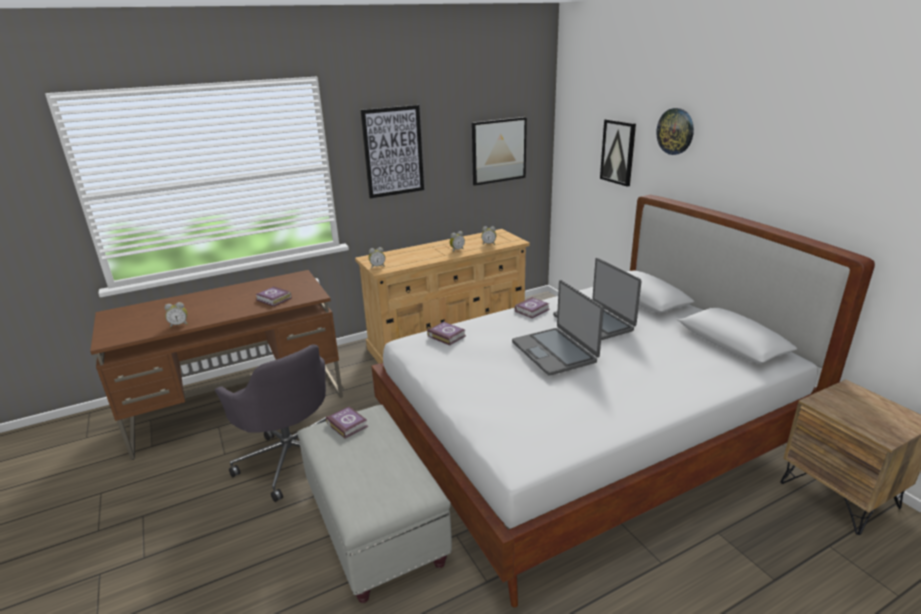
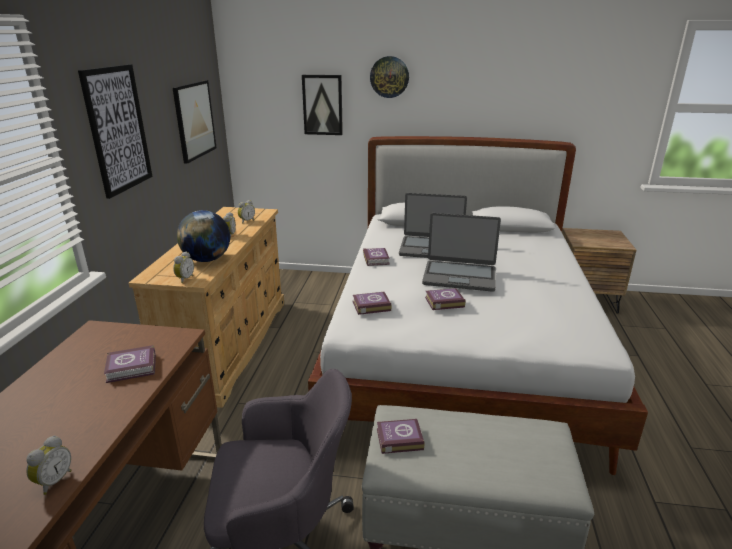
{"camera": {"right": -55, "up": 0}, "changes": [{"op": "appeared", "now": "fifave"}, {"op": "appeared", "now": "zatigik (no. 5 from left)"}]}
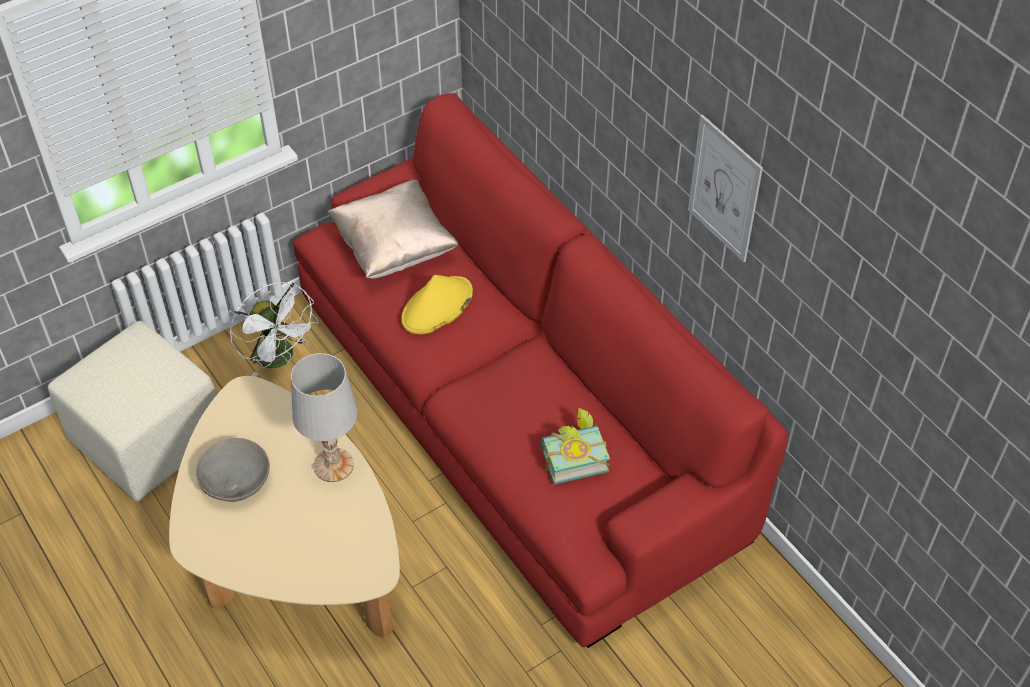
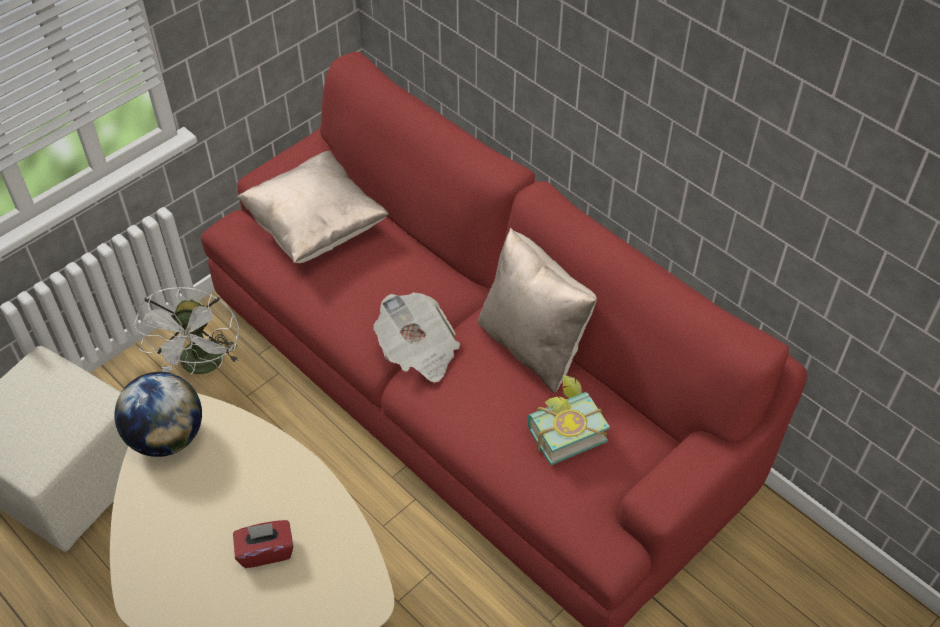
{"camera": {"right": -10, "up": 0}, "changes": [{"op": "appeared", "now": "fifave"}, {"op": "spun", "was": "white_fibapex", "clockwise": 45}, {"op": "appeared", "now": "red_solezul"}, {"op": "appeared", "now": "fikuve"}, {"op": "appeared", "now": "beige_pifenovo (no. 2 from left)"}, {"op": "missing", "was": "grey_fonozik"}, {"op": "missing", "was": "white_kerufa"}, {"op": "missing", "was": "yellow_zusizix"}, {"op": "missing", "was": "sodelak"}]}
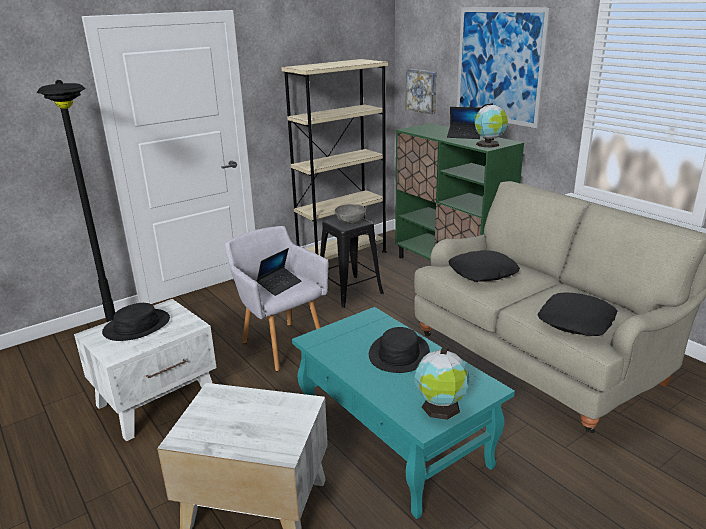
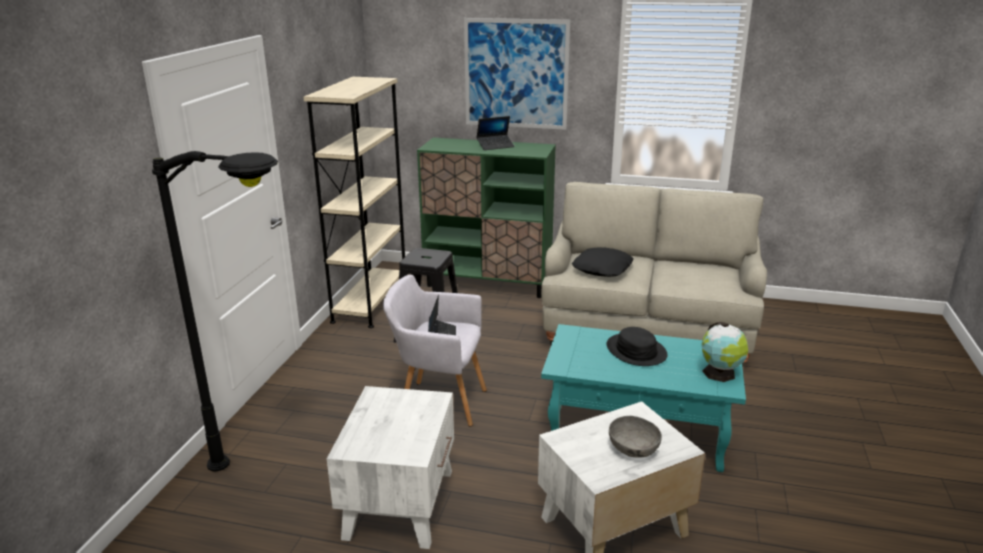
{"camera": {"right": -40, "up": 0}, "changes": [{"op": "relocated", "was": "grey_fonozik"}, {"op": "missing", "was": "black_zusizix (no. 1 from left)"}, {"op": "missing", "was": "sodelak (no. 1 from left)"}, {"op": "missing", "was": "fifave (no. 2 from left)"}, {"op": "missing", "was": "black_pifenovo (no. 2 from left)"}]}
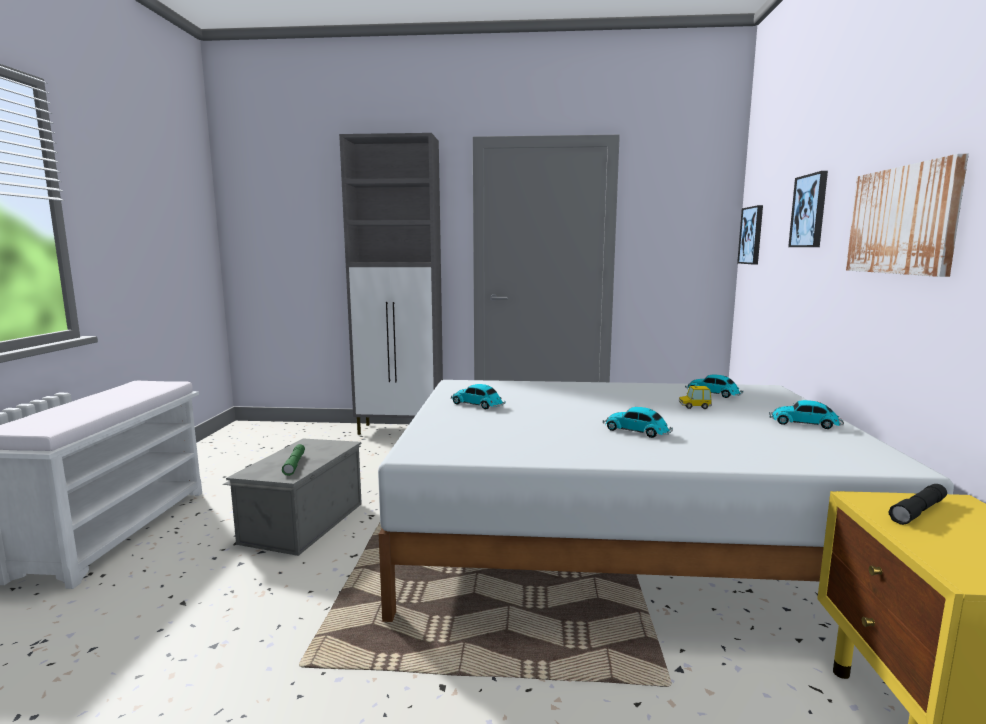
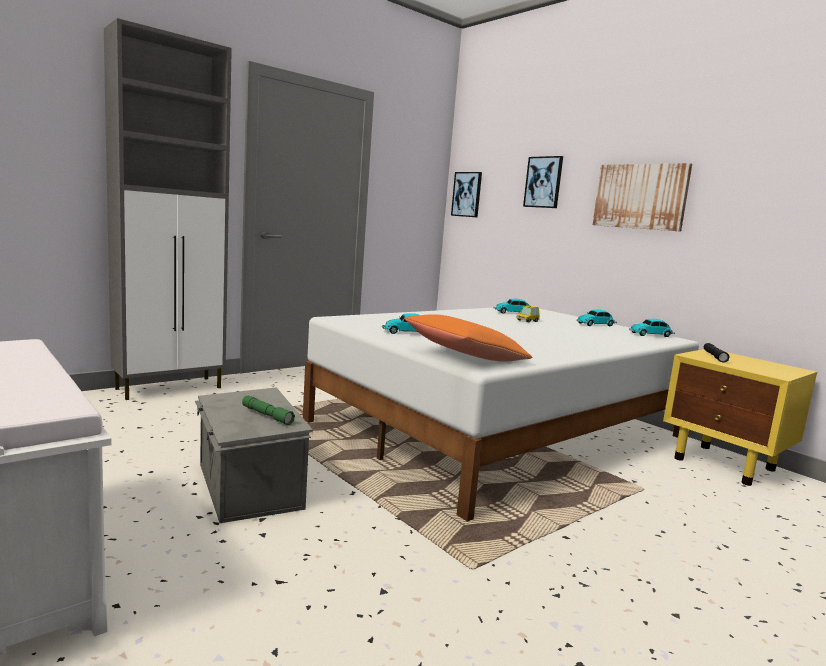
{"camera": {"right": -45, "up": 0}, "changes": [{"op": "appeared", "now": "orange_pifenovo"}, {"op": "relocated", "was": "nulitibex (no. 2 from left in the first image)", "now": "nulitibex (no. 5 from left)"}]}
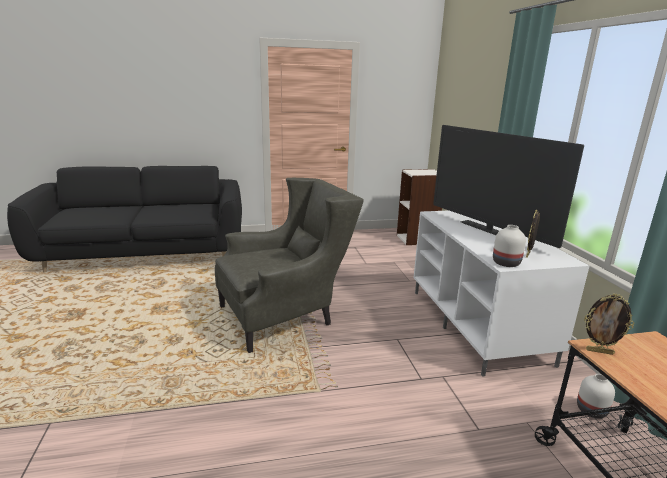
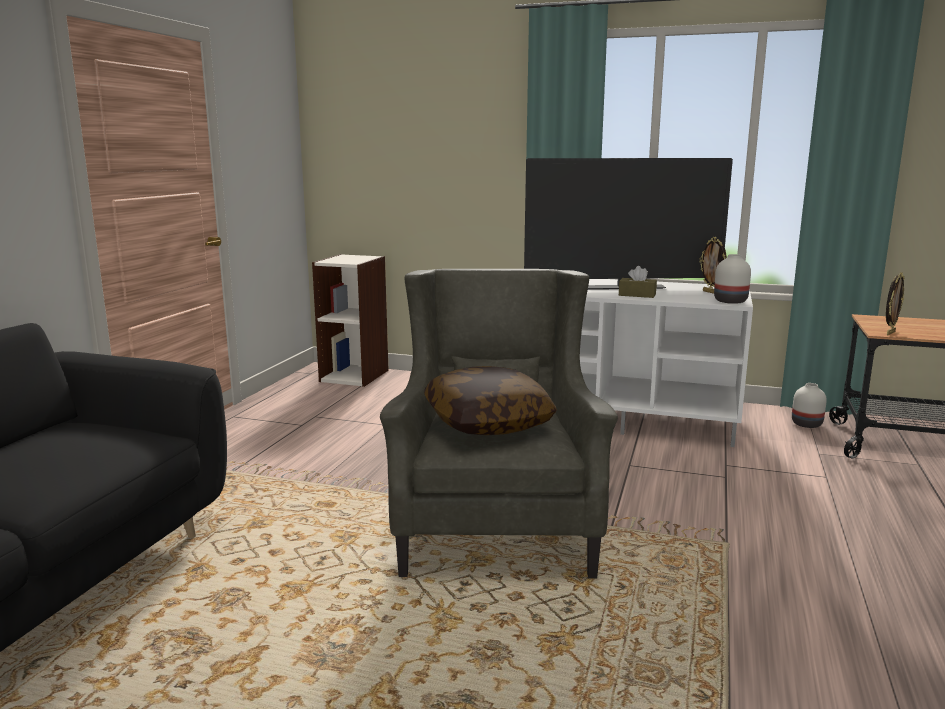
{"camera": {"right": -60, "up": -5}, "changes": [{"op": "appeared", "now": "pifenovo"}, {"op": "appeared", "now": "brown_solezul"}]}
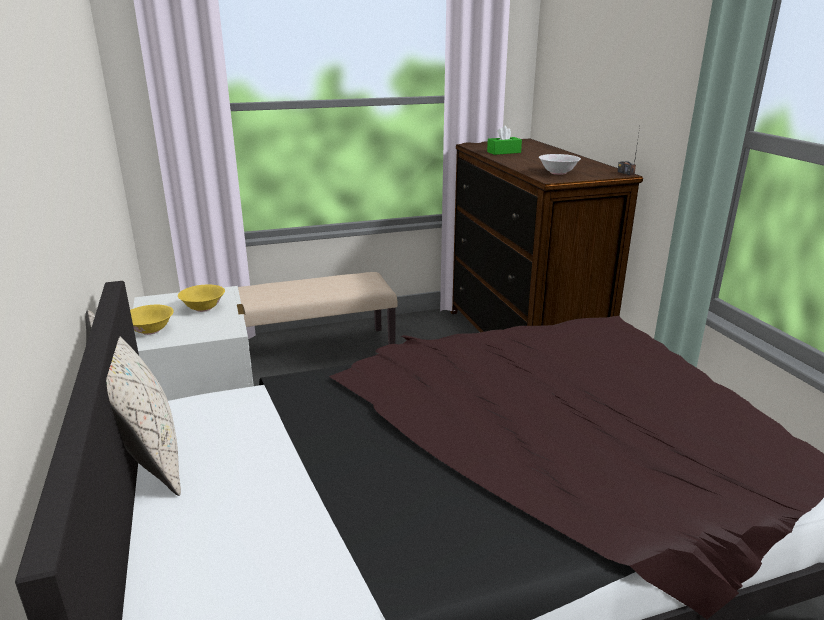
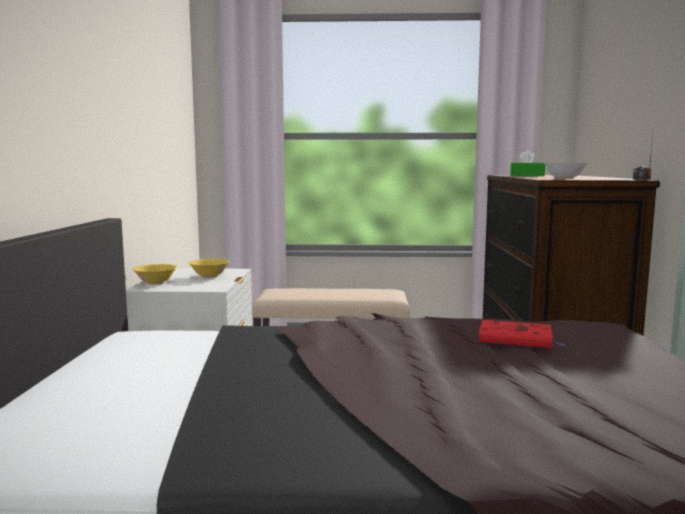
{"camera": {"right": 20, "up": -15}, "changes": [{"op": "appeared", "now": "red_zatigik"}, {"op": "missing", "was": "beige_pifenovo"}]}
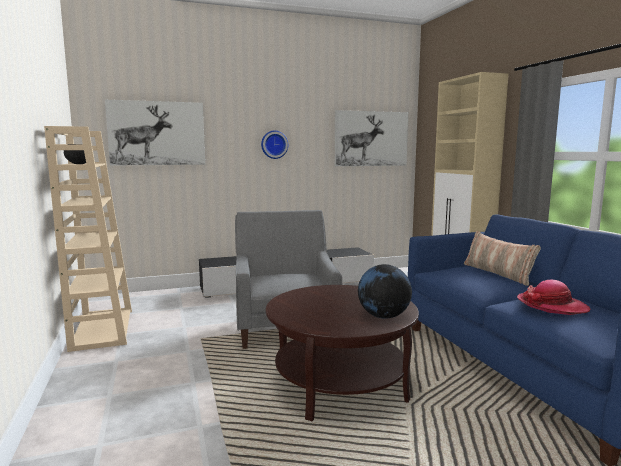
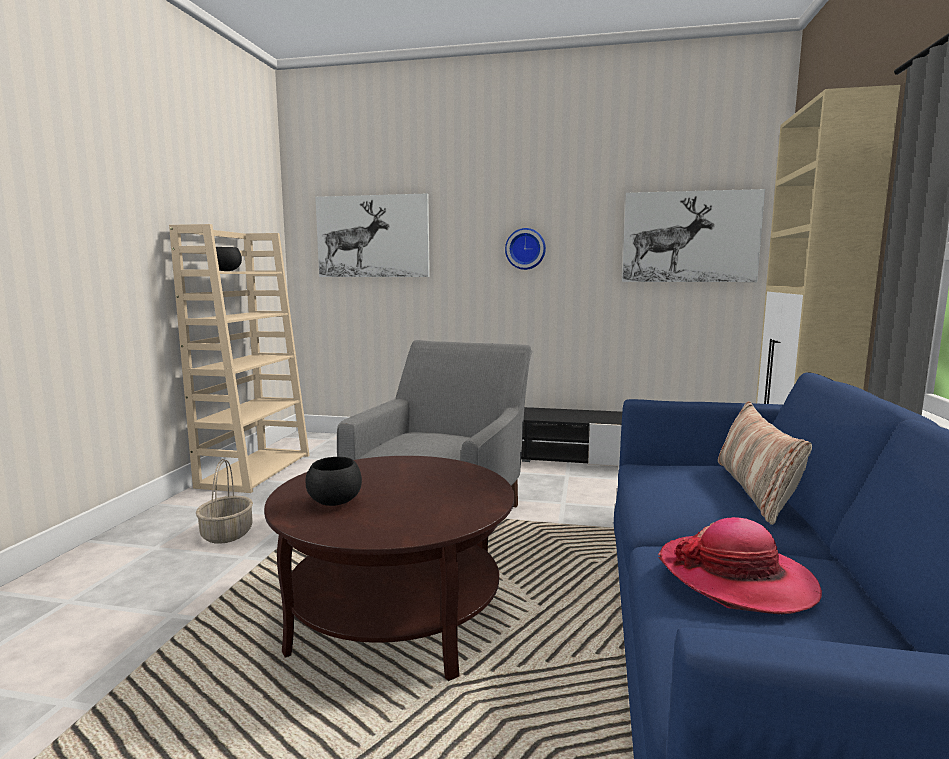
{"camera": {"right": 30, "up": 0}, "changes": [{"op": "appeared", "now": "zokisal"}, {"op": "appeared", "now": "black_fonozik (no. 2 from left)"}, {"op": "missing", "was": "fifave"}]}
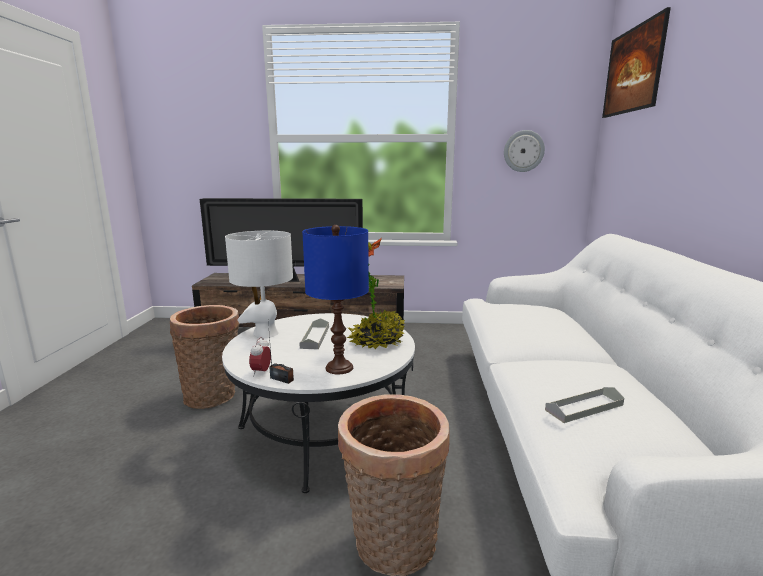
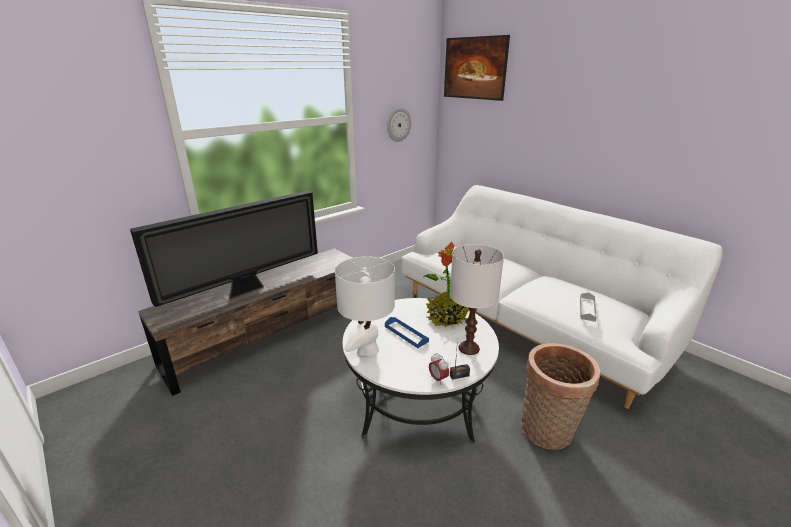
{"camera": {"right": -45, "up": 10}, "changes": [{"op": "colour", "was": "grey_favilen (no. 1 from left)", "now": "blue_favilen"}, {"op": "colour", "was": "blue_kerufa", "now": "white_kerufa (no. 2 from left)"}, {"op": "missing", "was": "zokisal (no. 1 from left)"}]}
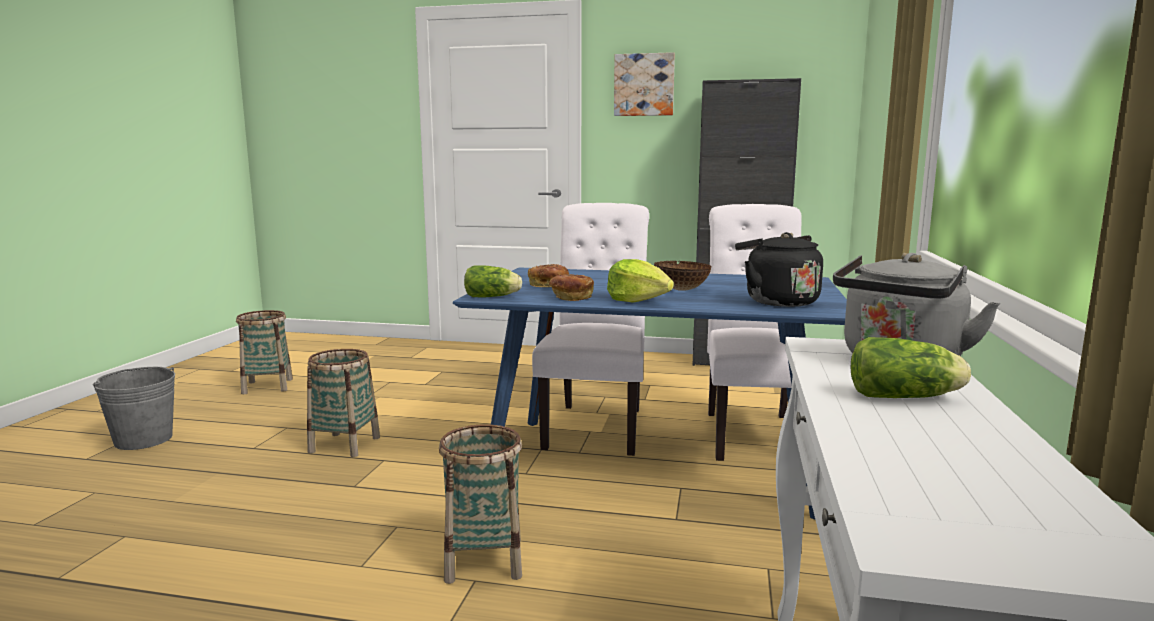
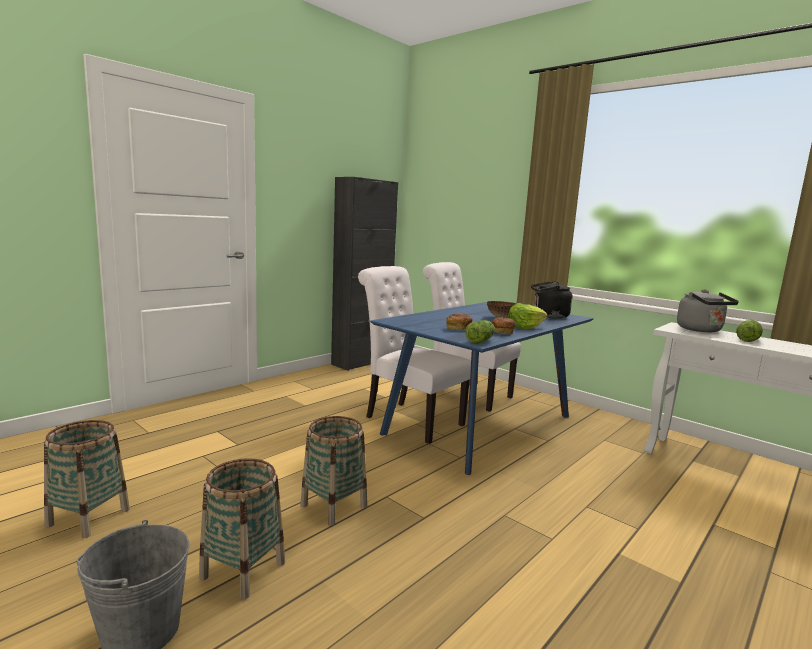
{"camera": {"right": -60, "up": 0}, "changes": [{"op": "relocated", "was": "zokisal (no. 3 from left in the first image)", "now": "zokisal (no. 2 from left)"}, {"op": "missing", "was": "sodelak"}]}
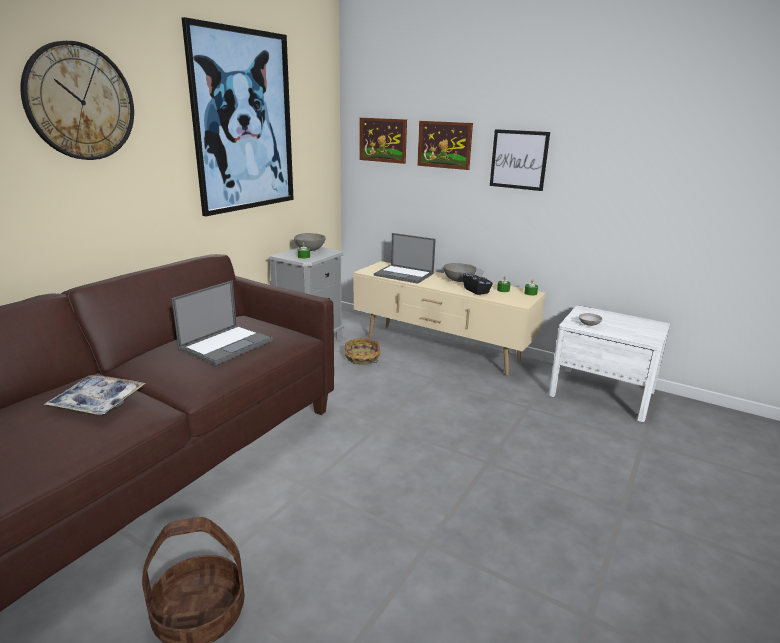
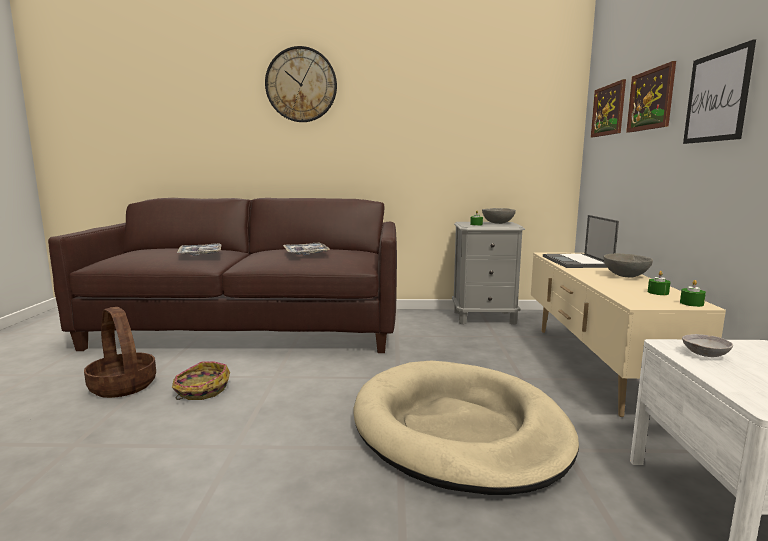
{"camera": {"right": 60, "up": -10}, "changes": [{"op": "relocated", "was": "zokisal (no. 2 from left)"}, {"op": "exchanged", "was": "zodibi (no. 1 from left)", "now": "favilen (no. 2 from left)"}, {"op": "appeared", "now": "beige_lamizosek"}, {"op": "missing", "was": "sodelak (no. 1 from left)"}, {"op": "missing", "was": "black_solezul"}]}
